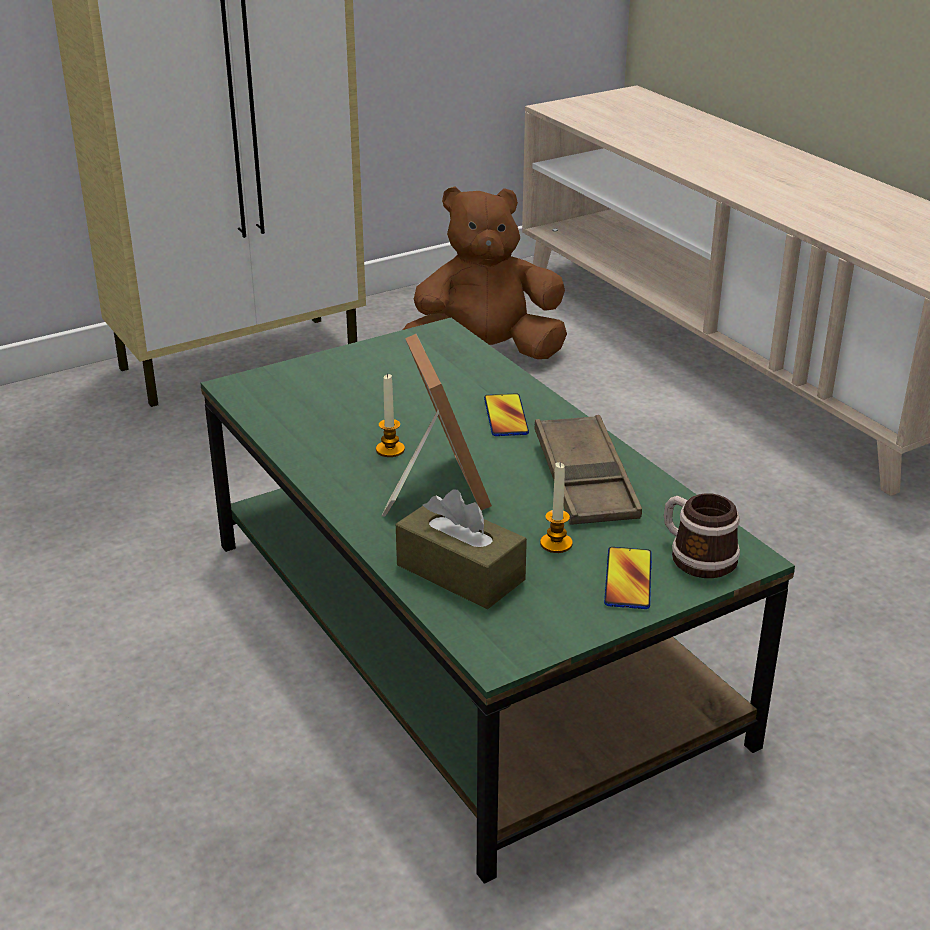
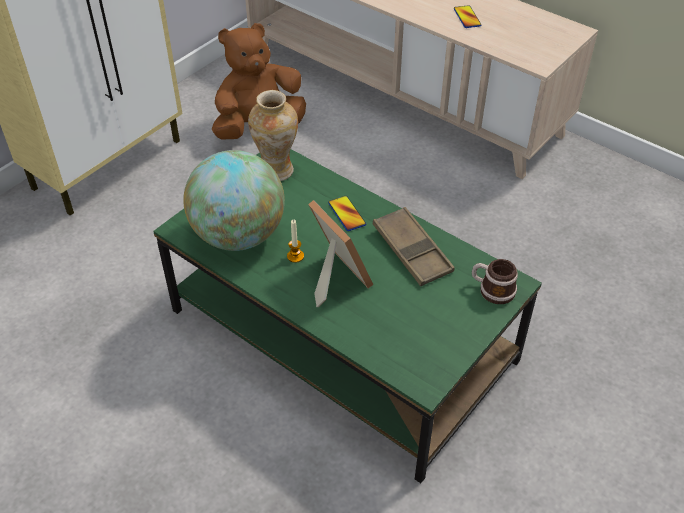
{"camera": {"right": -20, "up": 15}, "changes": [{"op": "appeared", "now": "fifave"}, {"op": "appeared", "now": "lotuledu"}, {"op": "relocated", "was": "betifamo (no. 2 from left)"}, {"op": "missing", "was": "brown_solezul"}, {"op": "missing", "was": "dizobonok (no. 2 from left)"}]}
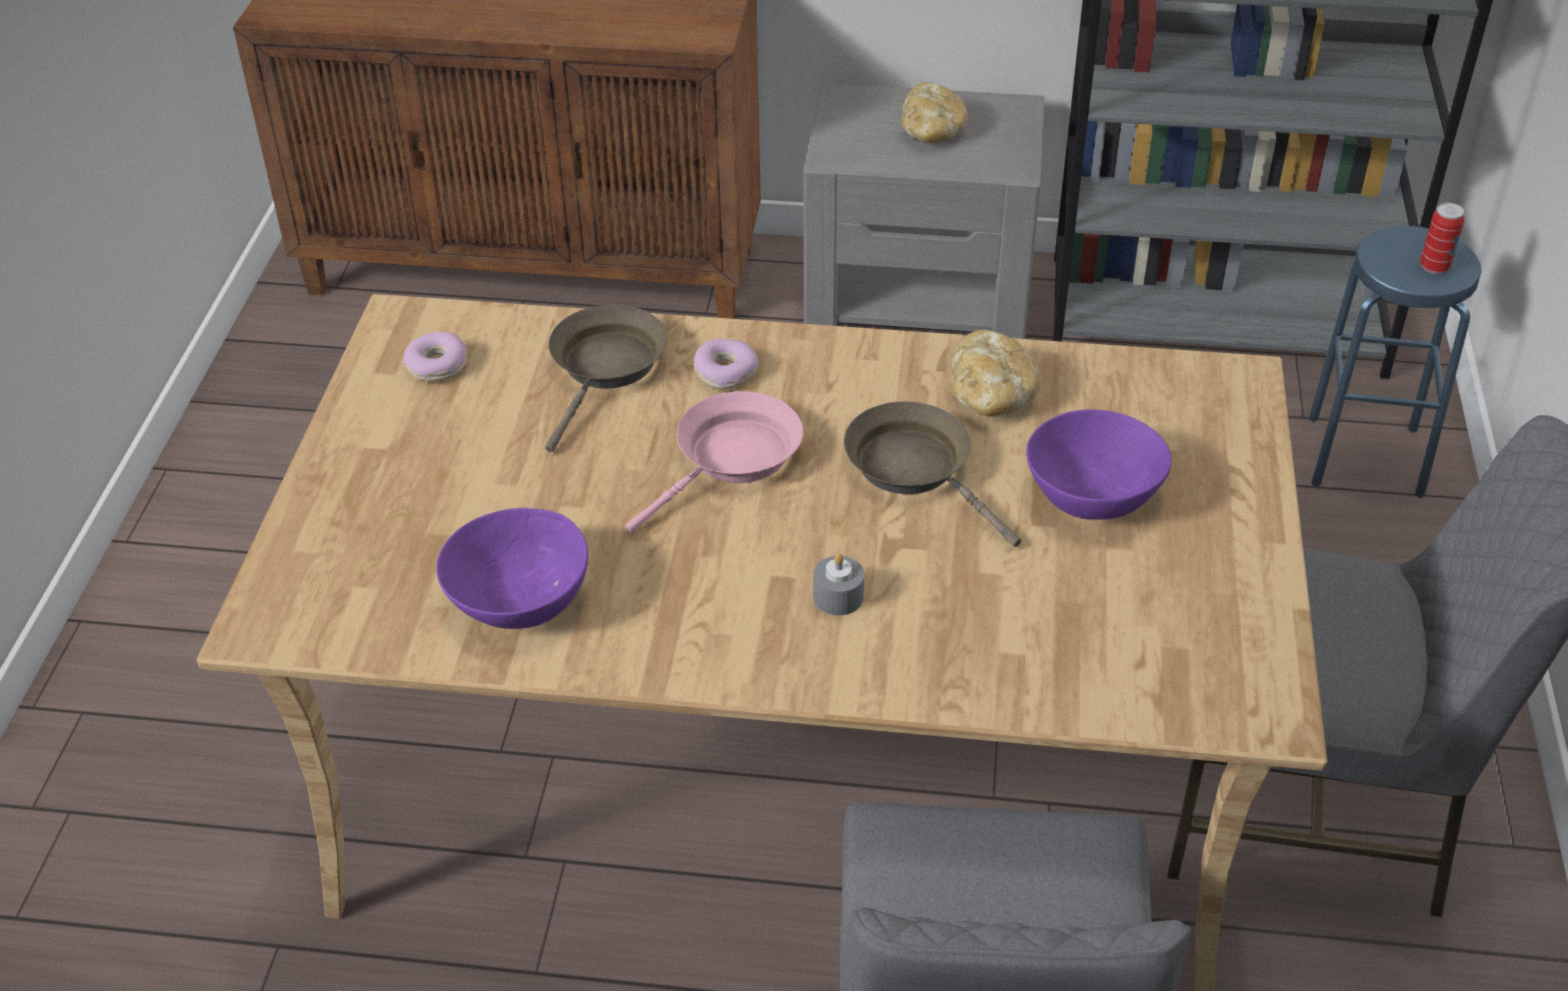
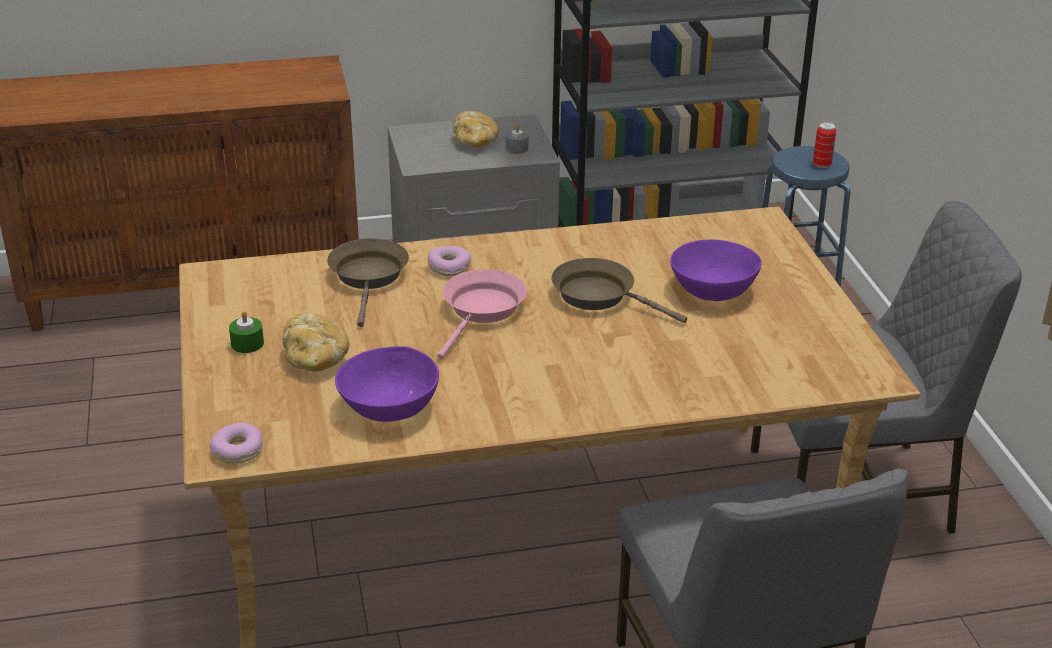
{"camera": {"right": -20, "up": -10}, "changes": [{"op": "relocated", "was": "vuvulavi (no. 1 from left)"}, {"op": "appeared", "now": "green_dizobonok"}, {"op": "relocated", "was": "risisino (no. 2 from left in the first image)", "now": "risisino (no. 1 from left)"}, {"op": "relocated", "was": "grey_dizobonok"}]}
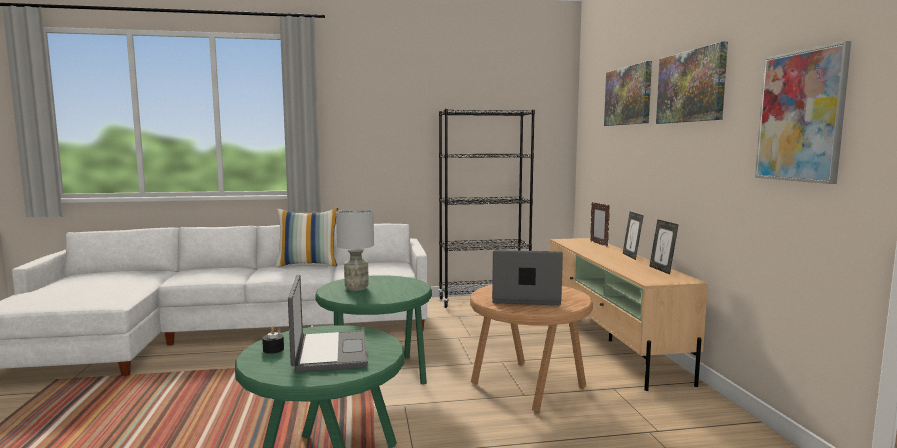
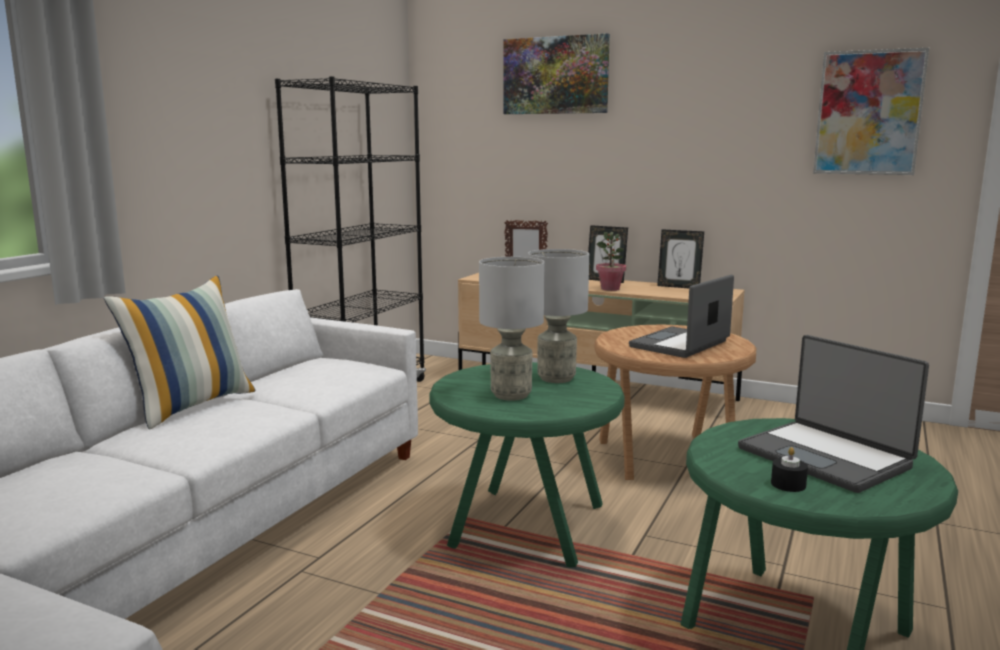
{"camera": {"right": -55, "up": 5}, "changes": [{"op": "appeared", "now": "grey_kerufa (no. 2 from left)"}, {"op": "appeared", "now": "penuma"}, {"op": "spun", "was": "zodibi (no. 1 from left in the first image)", "clockwise": -150}, {"op": "missing", "was": "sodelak (no. 2 from left)"}]}
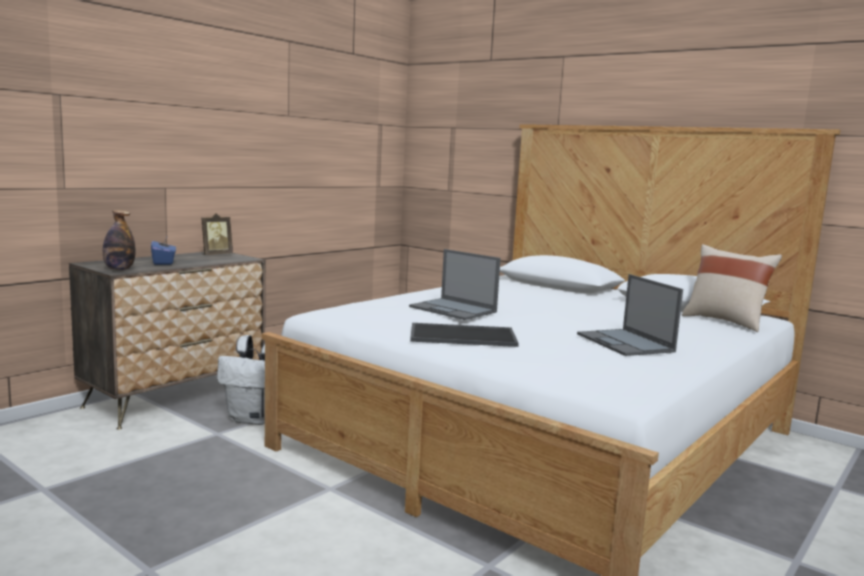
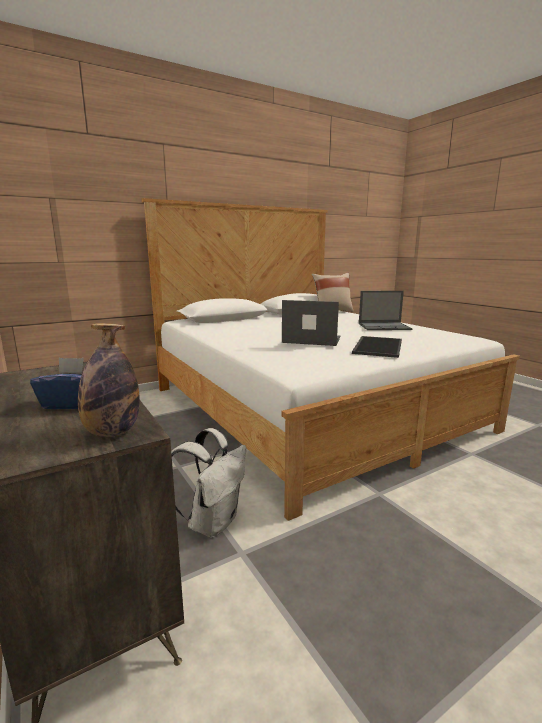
{"camera": {"right": -70, "up": 5}, "changes": [{"op": "spun", "was": "zodibi (no. 1 from left)", "clockwise": -135}, {"op": "missing", "was": "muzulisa"}]}
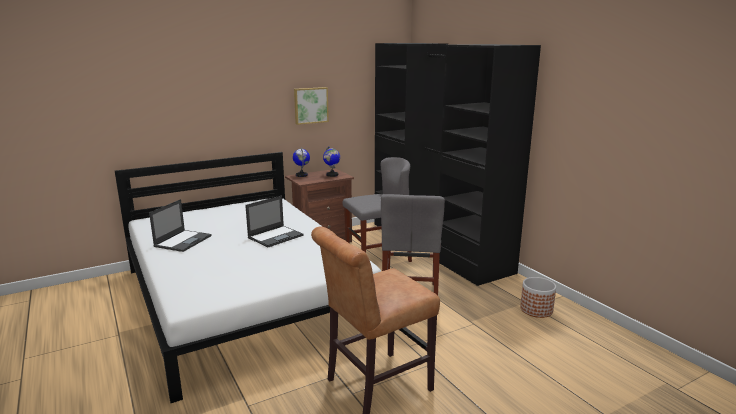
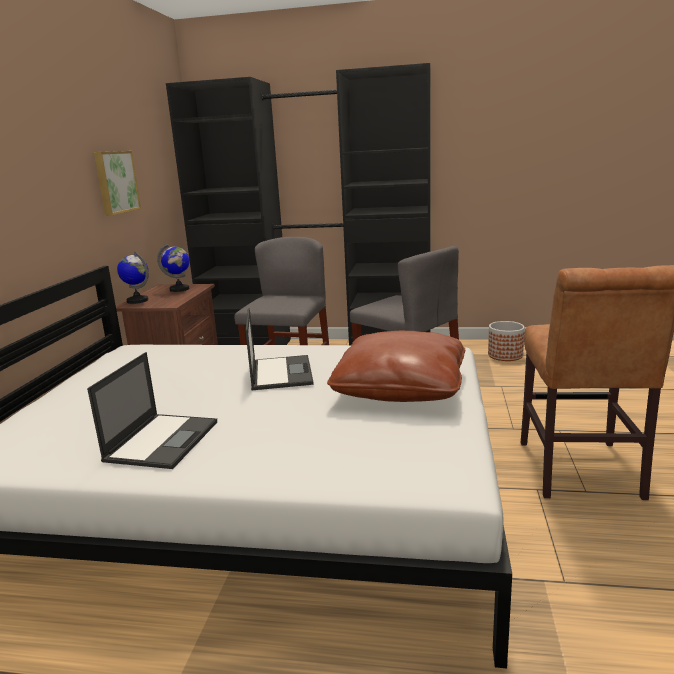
{"camera": {"right": -50, "up": 0}, "changes": [{"op": "spun", "was": "zodibi (no. 1 from left)", "clockwise": 45}, {"op": "appeared", "now": "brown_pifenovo"}]}
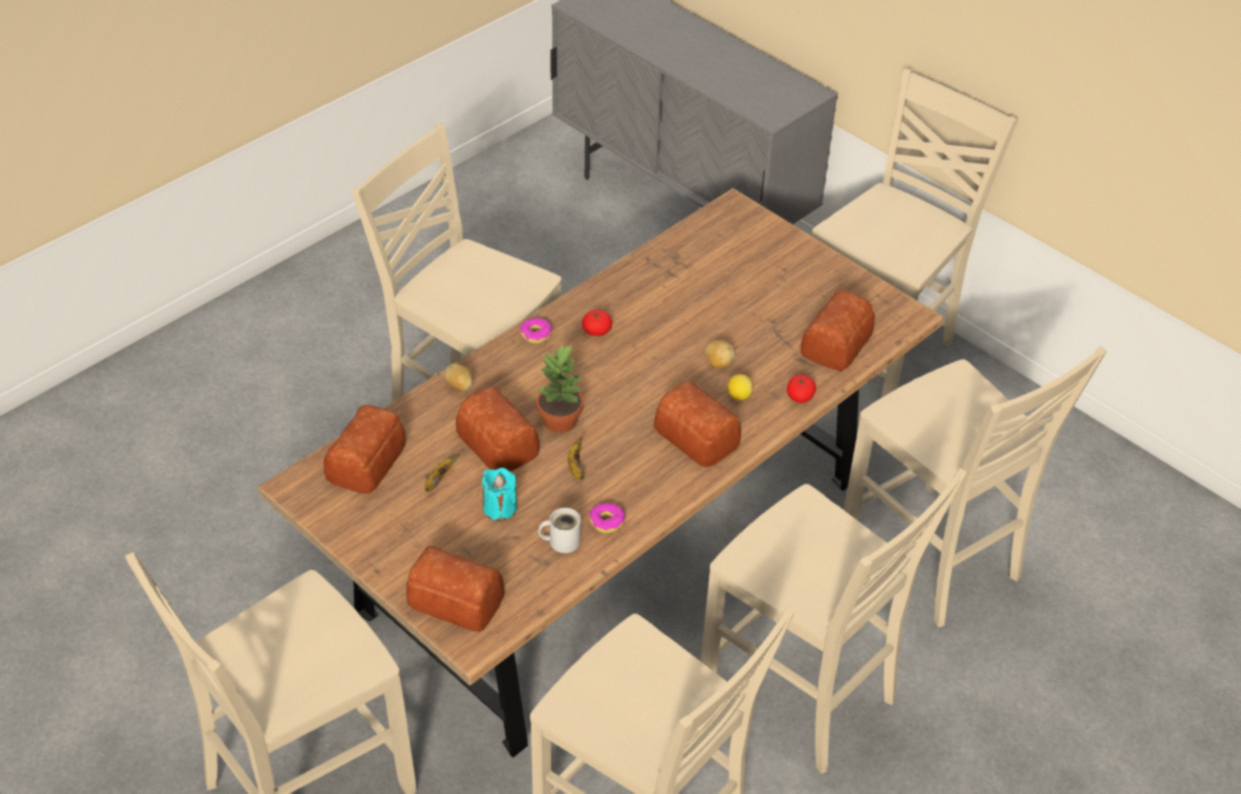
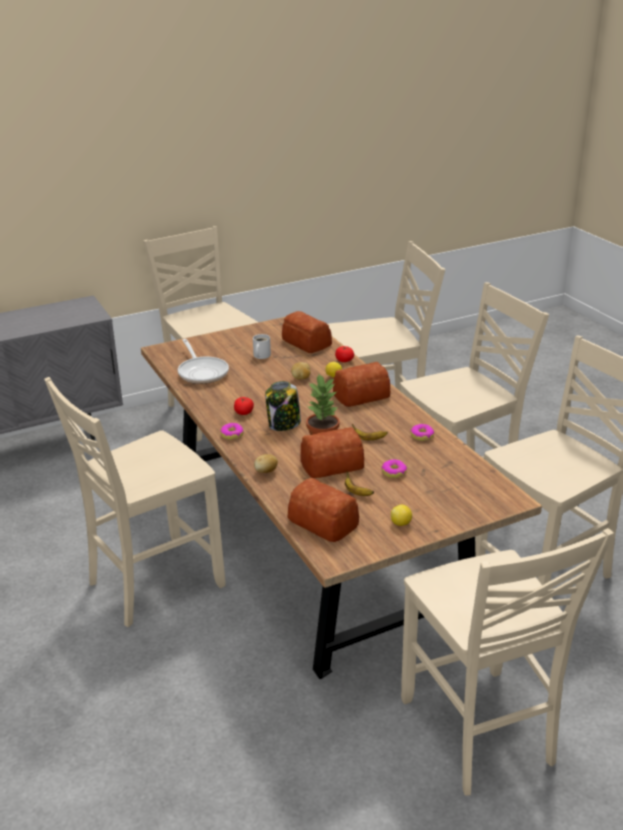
{"camera": {"right": -70, "up": -15}, "changes": [{"op": "appeared", "now": "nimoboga"}, {"op": "relocated", "was": "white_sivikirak"}, {"op": "appeared", "now": "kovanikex"}, {"op": "exchanged", "was": "turquoise_dizobonok", "now": "vuvulavi (no. 2 from left)"}, {"op": "appeared", "now": "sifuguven (no. 2 from left)"}, {"op": "missing", "was": "risisino (no. 2 from left)"}]}
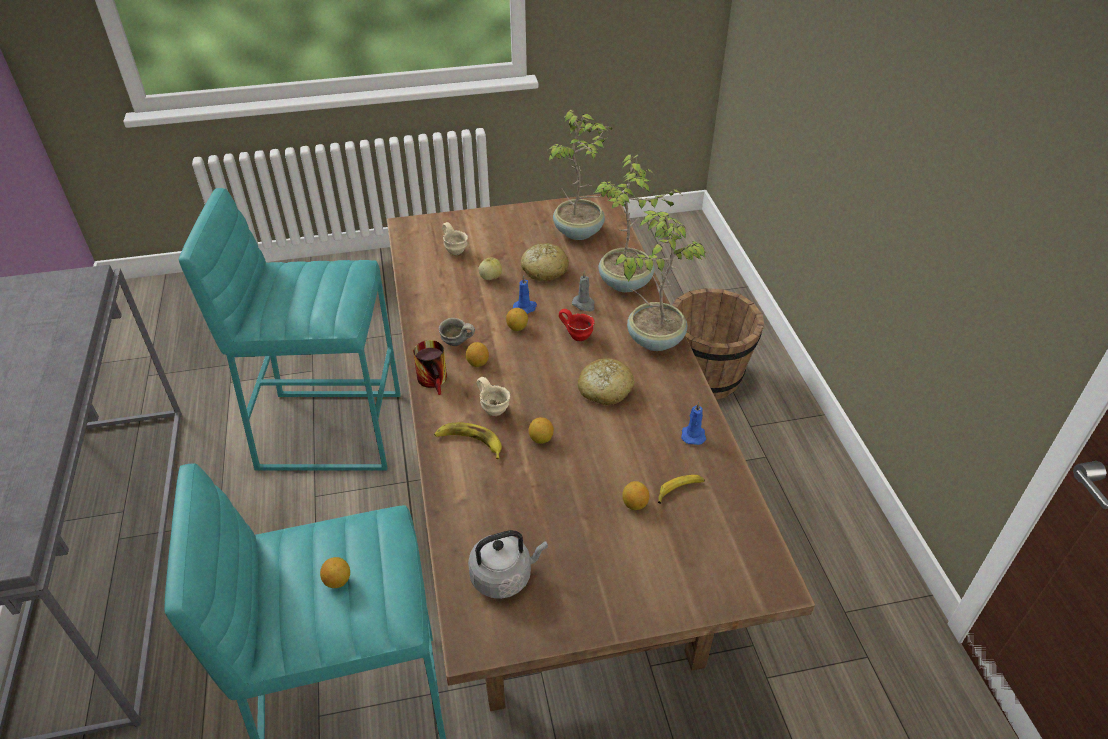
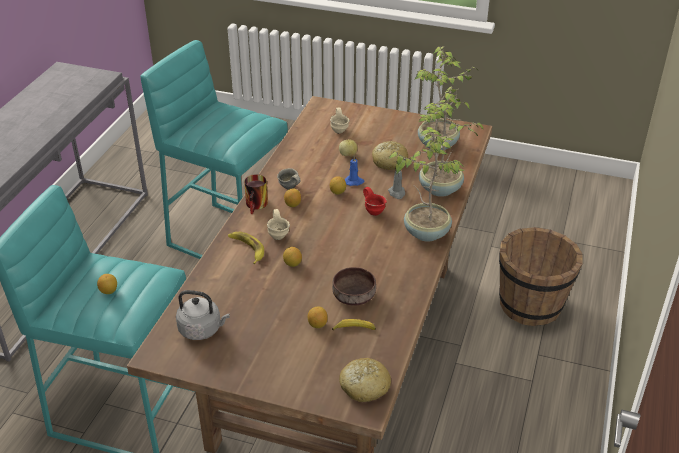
{"camera": {"right": 30, "up": -5}, "changes": [{"op": "appeared", "now": "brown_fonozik"}, {"op": "relocated", "was": "risisino (no. 2 from left in the first image)", "now": "risisino (no. 1 from left)"}, {"op": "missing", "was": "blue_dizobonok (no. 2 from left)"}]}
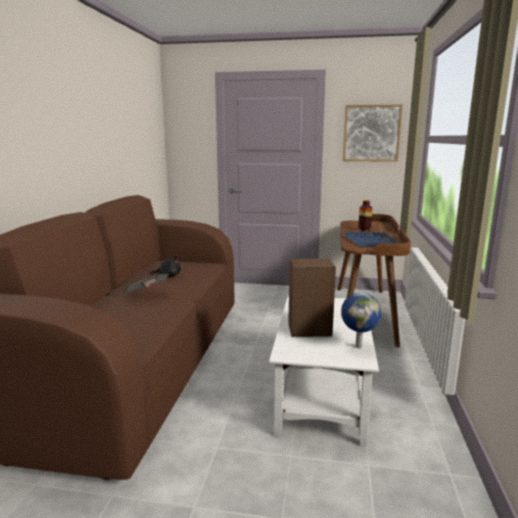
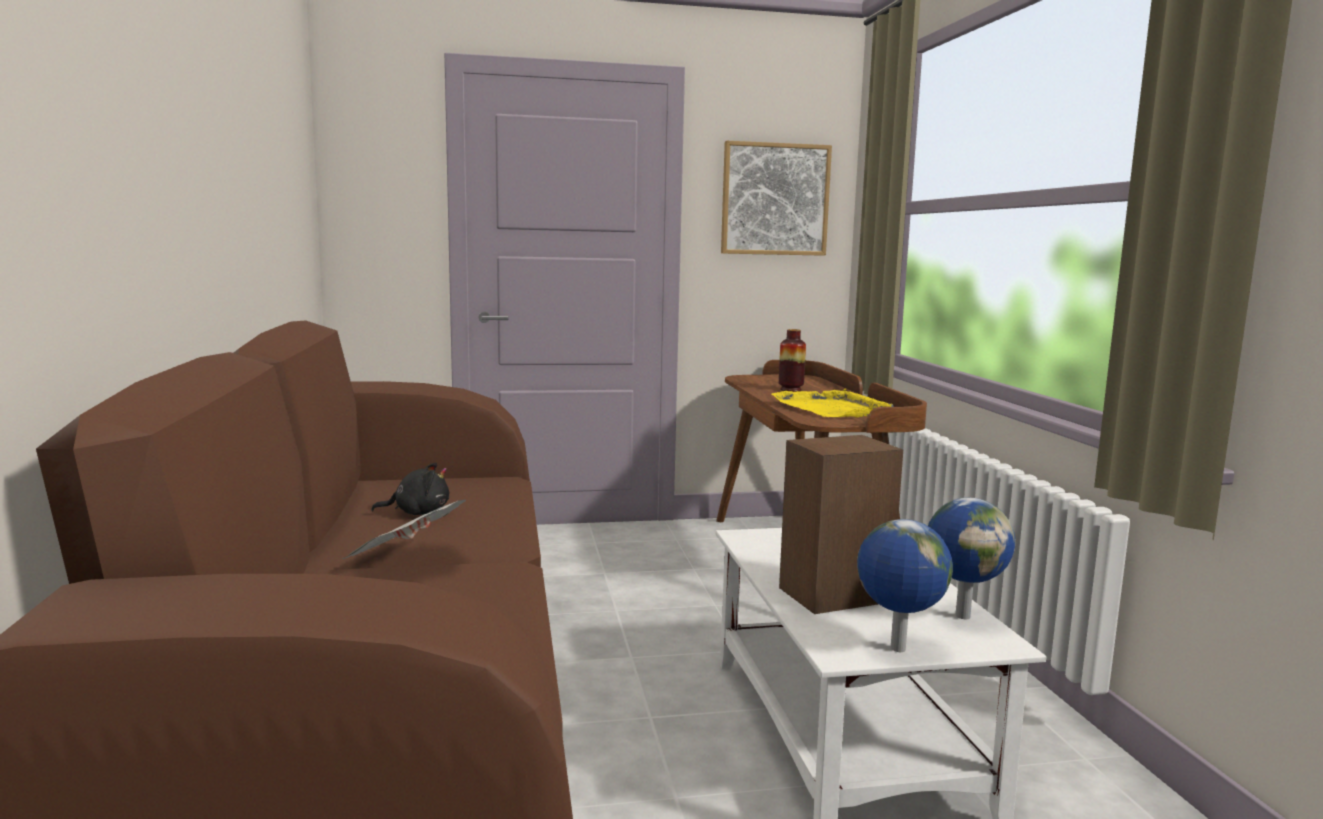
{"camera": {"right": -20, "up": -5}, "changes": [{"op": "colour", "was": "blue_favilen", "now": "yellow_favilen"}, {"op": "appeared", "now": "fifave (no. 1 from left)"}]}
